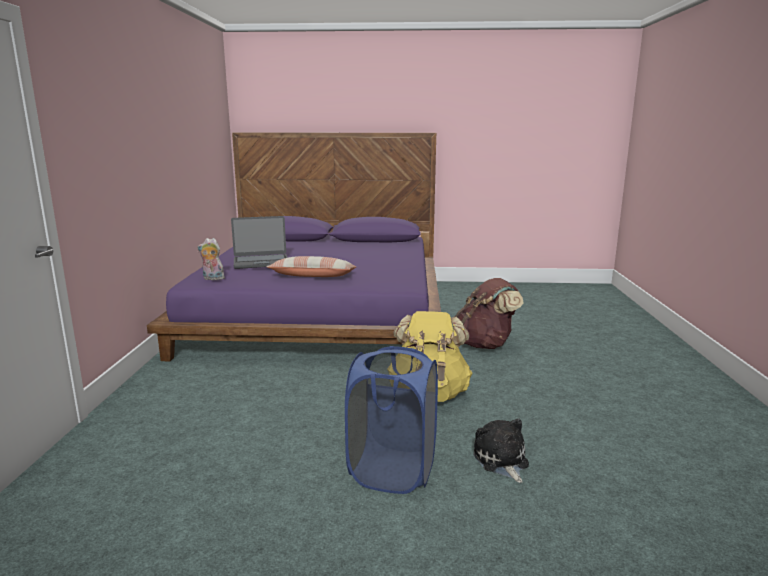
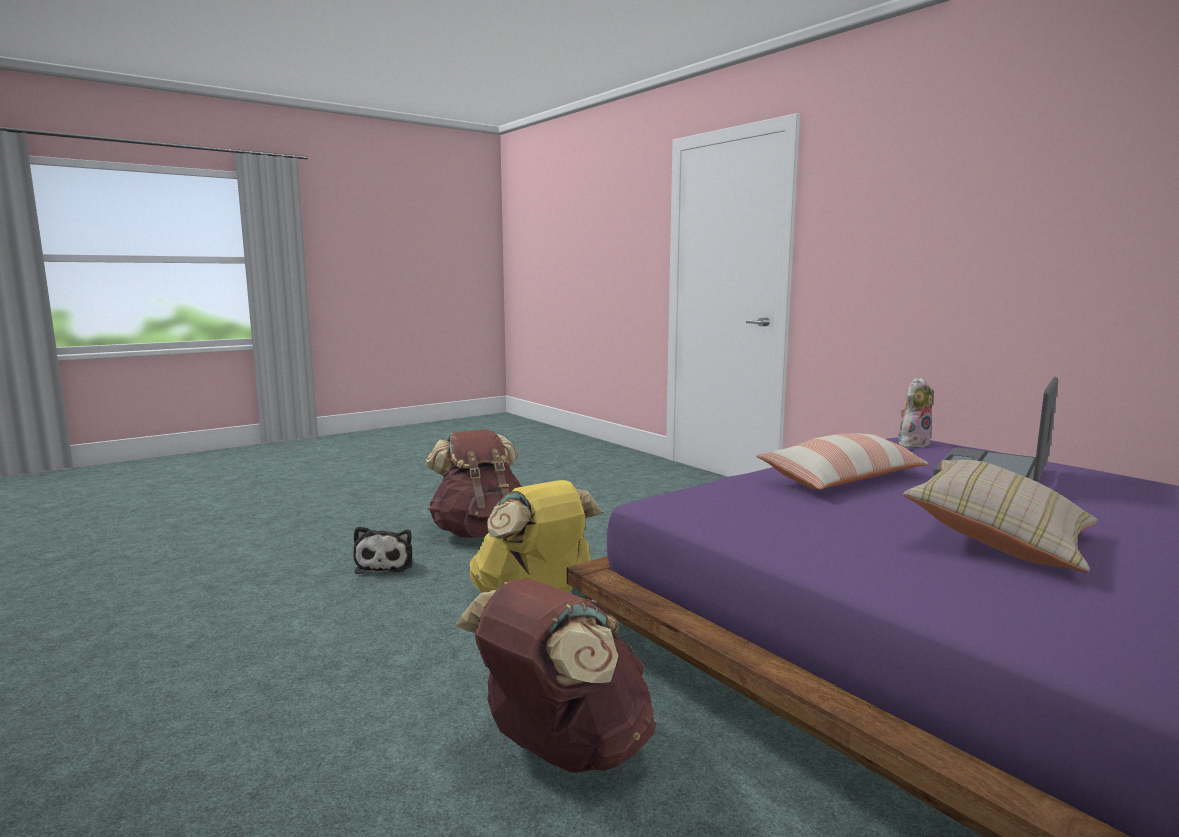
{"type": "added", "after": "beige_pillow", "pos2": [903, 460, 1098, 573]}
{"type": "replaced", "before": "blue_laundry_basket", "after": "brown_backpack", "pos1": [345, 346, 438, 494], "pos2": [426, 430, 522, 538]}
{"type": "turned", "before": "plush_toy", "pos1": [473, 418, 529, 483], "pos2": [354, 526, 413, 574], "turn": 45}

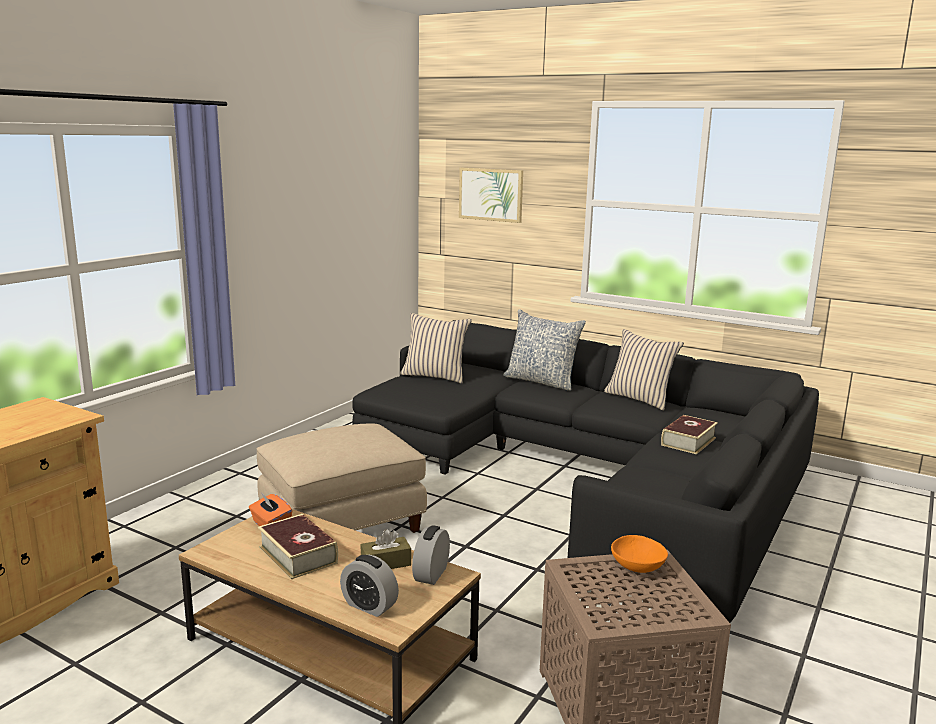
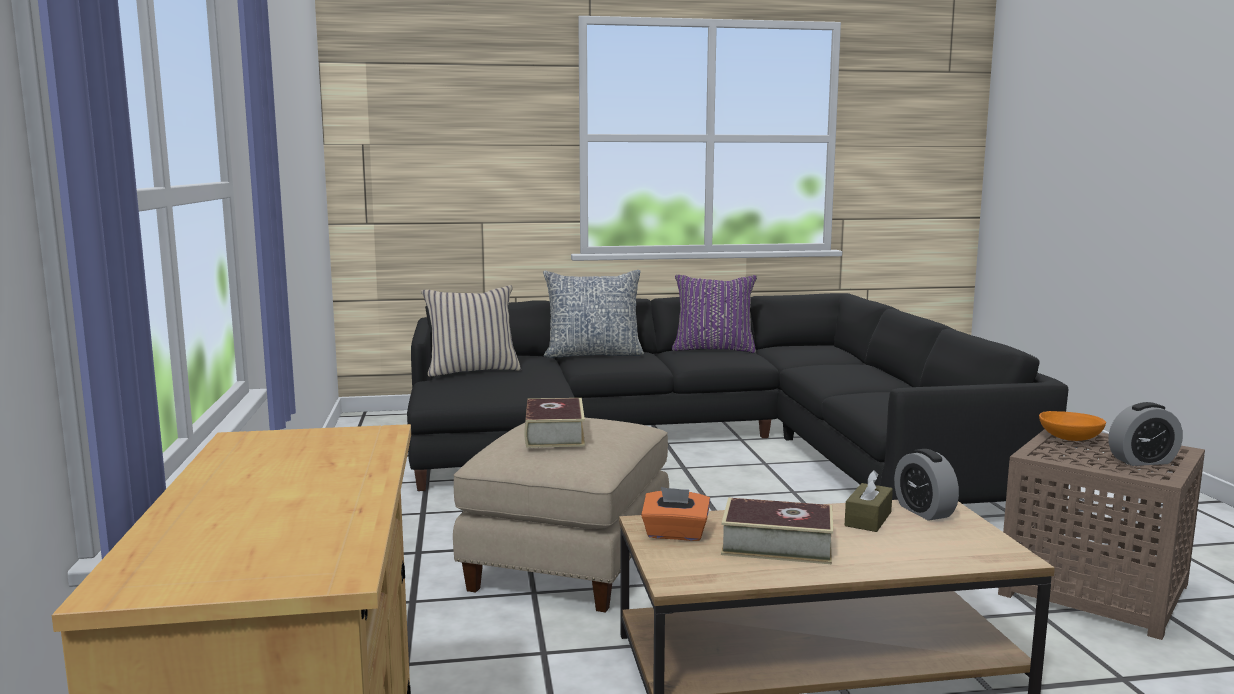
{"type": "removed", "before": "picture", "pos1": [459, 168, 523, 223]}
{"type": "moved", "before": "alarm_clock", "pos1": [340, 555, 399, 617], "pos2": [1108, 402, 1183, 466]}
{"type": "moved", "before": "book", "pos1": [661, 415, 718, 454], "pos2": [524, 398, 585, 448]}
{"type": "recoloured", "before": "beige_pillow", "after": "purple_pillow", "pos1": [604, 329, 684, 411], "pos2": [672, 275, 757, 353]}

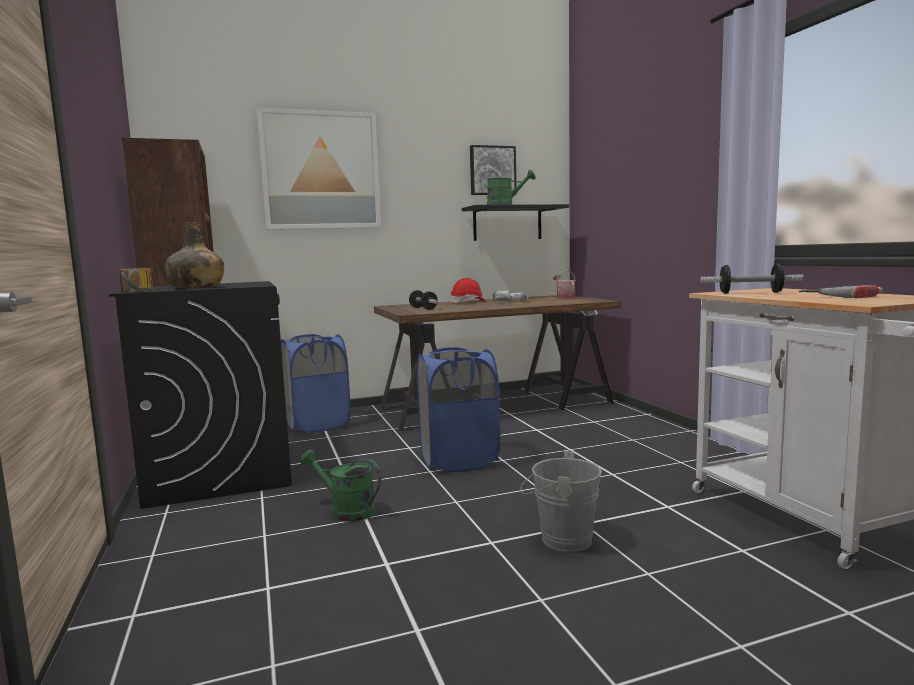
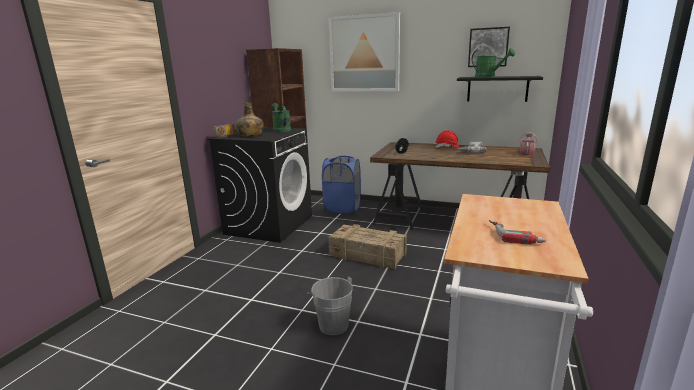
{"type": "removed", "before": "dumbbell", "pos1": [701, 264, 804, 294]}
{"type": "moved", "before": "green_watering_can", "pos1": [300, 449, 382, 522], "pos2": [271, 103, 291, 132]}
{"type": "replaced", "before": "blue_laundry_basket", "after": "crate", "pos1": [417, 347, 500, 472], "pos2": [328, 224, 407, 269]}

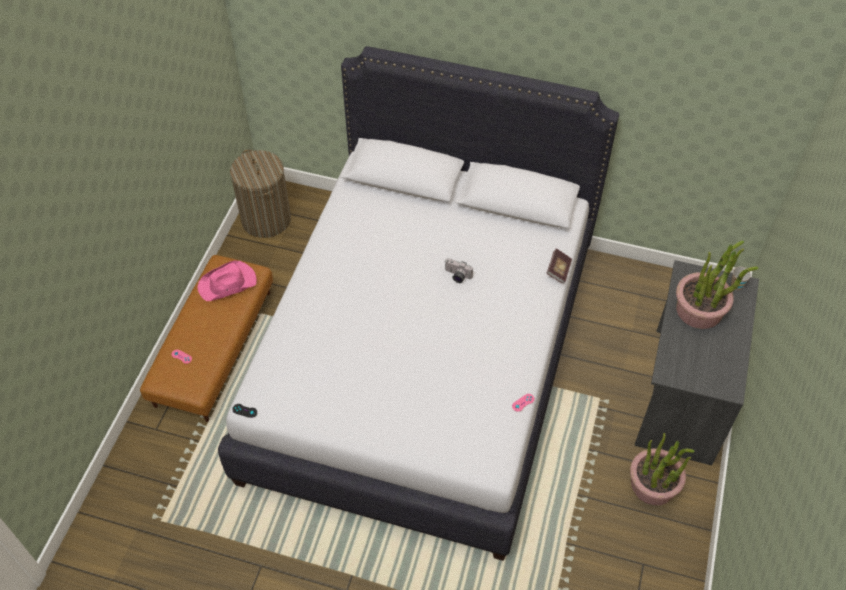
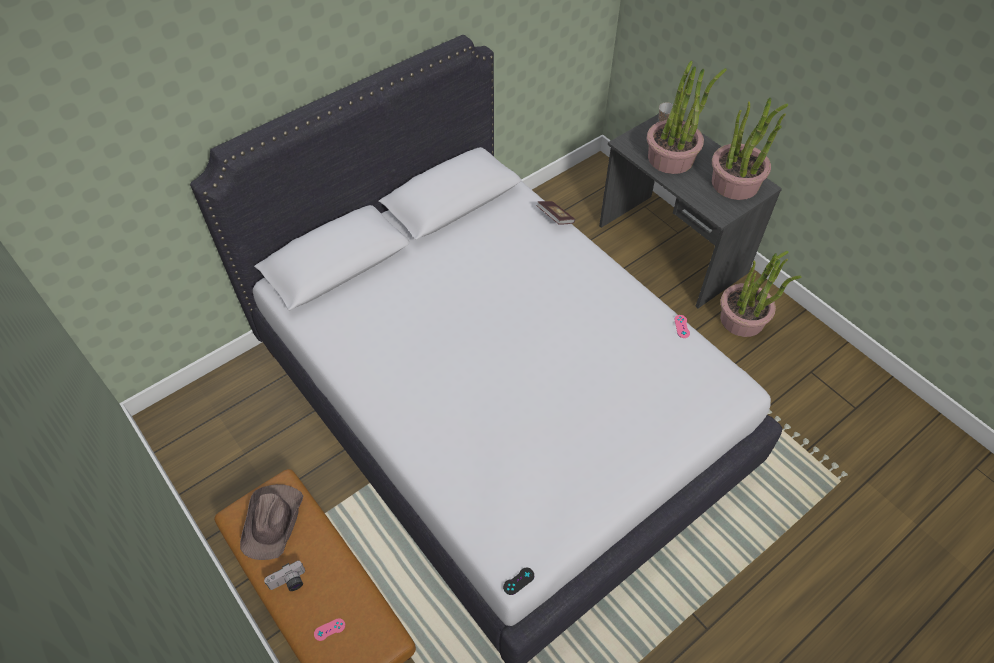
{"type": "removed", "before": "laundry_basket", "pos1": [230, 150, 291, 238]}
{"type": "added", "after": "potted_plant", "pos2": [712, 98, 788, 200]}
{"type": "moved", "before": "photo_camera", "pos1": [445, 258, 473, 283], "pos2": [264, 560, 305, 591]}
{"type": "recoloured", "before": "pink_hat", "after": "brown_hat", "pos1": [198, 261, 257, 301], "pos2": [240, 484, 303, 560]}

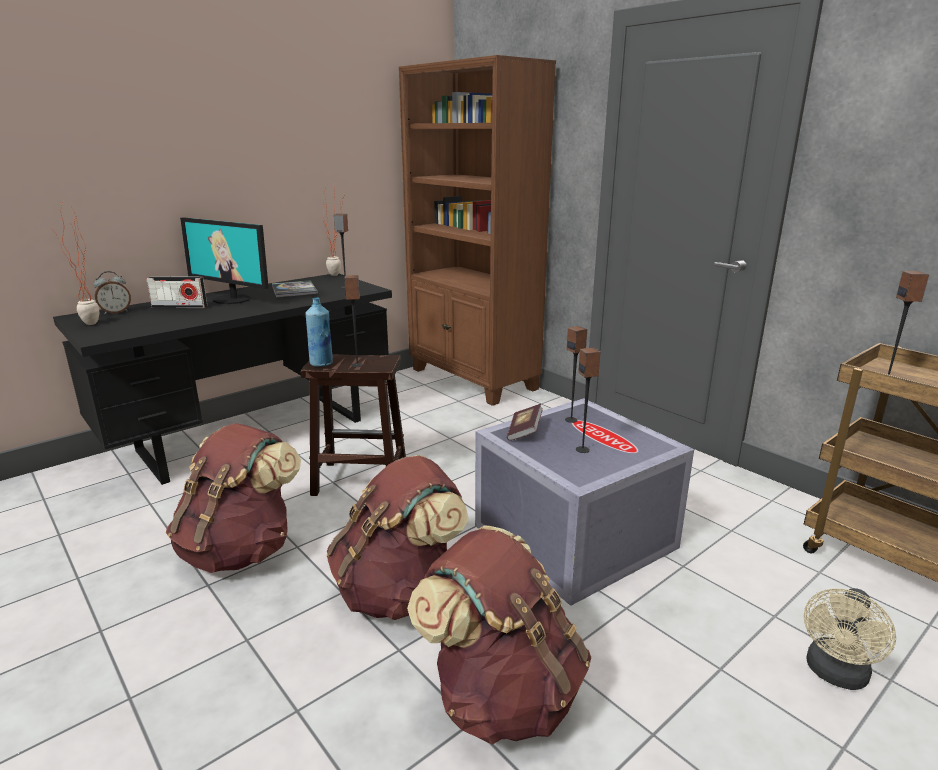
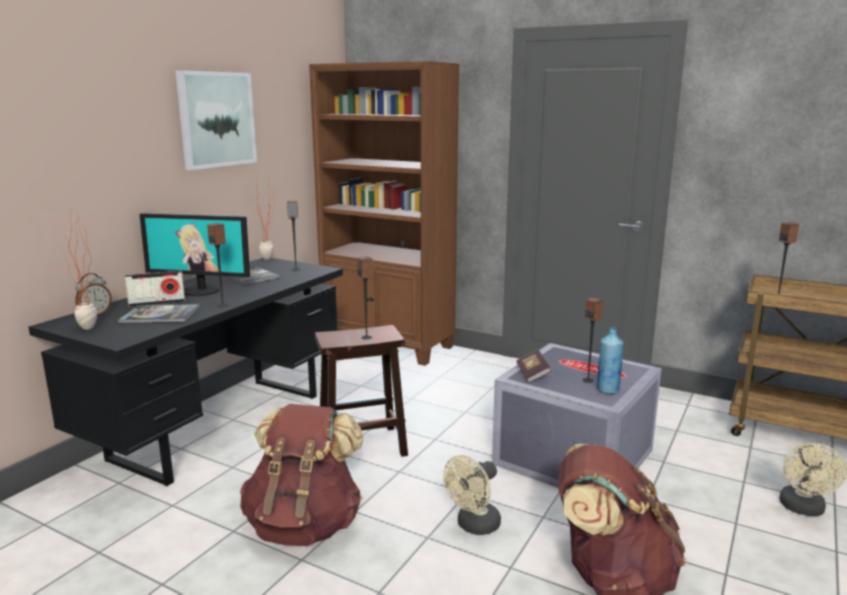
{"type": "added", "after": "book", "pos2": [118, 304, 200, 323]}
{"type": "added", "after": "picture", "pos2": [175, 70, 257, 170]}
{"type": "moved", "before": "blue_bottle", "pos1": [305, 298, 333, 367], "pos2": [597, 327, 624, 394]}
{"type": "moved", "before": "speaker", "pos1": [565, 326, 587, 423], "pos2": [207, 223, 228, 307]}
{"type": "replaced", "before": "brown_backpack", "after": "beige_fan", "pos1": [326, 455, 469, 620], "pos2": [443, 455, 501, 535]}

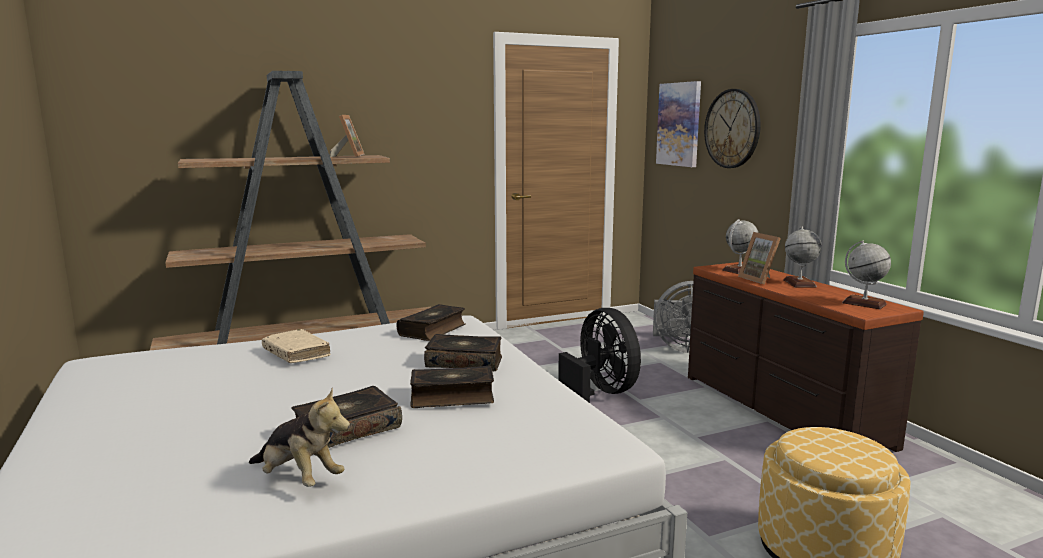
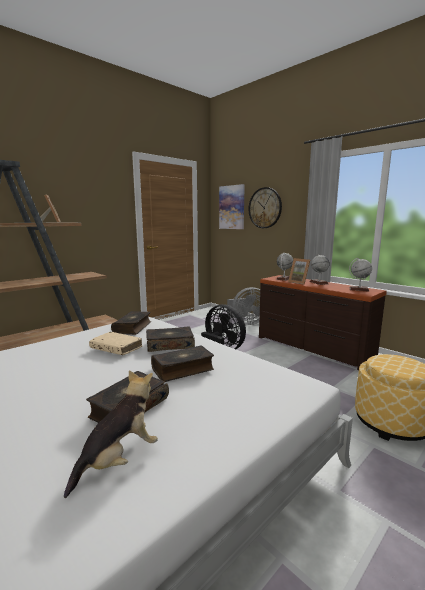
{"type": "moved", "before": "beige_book", "pos1": [262, 329, 331, 363], "pos2": [89, 332, 142, 355]}
{"type": "turned", "before": "plush_toy", "pos1": [249, 388, 350, 487], "pos2": [64, 370, 158, 498], "turn": -60}

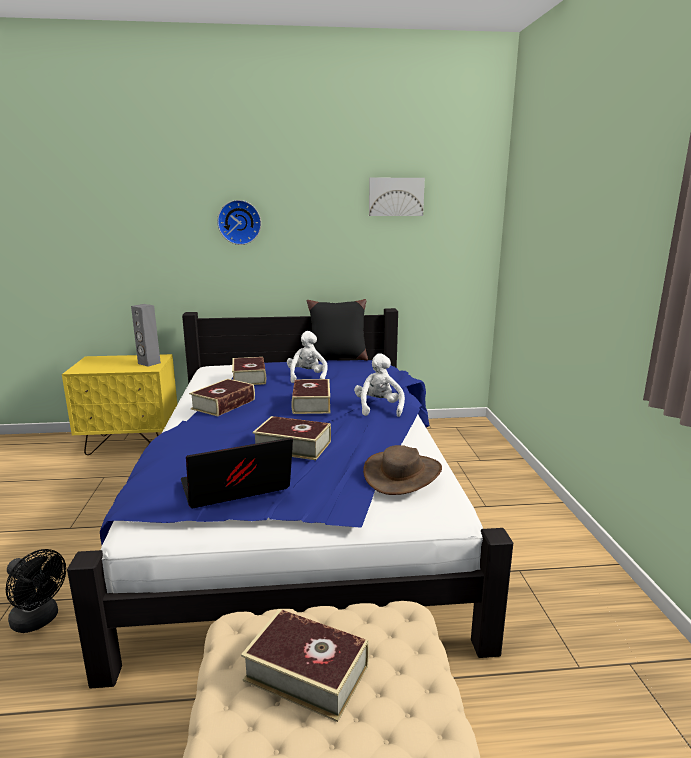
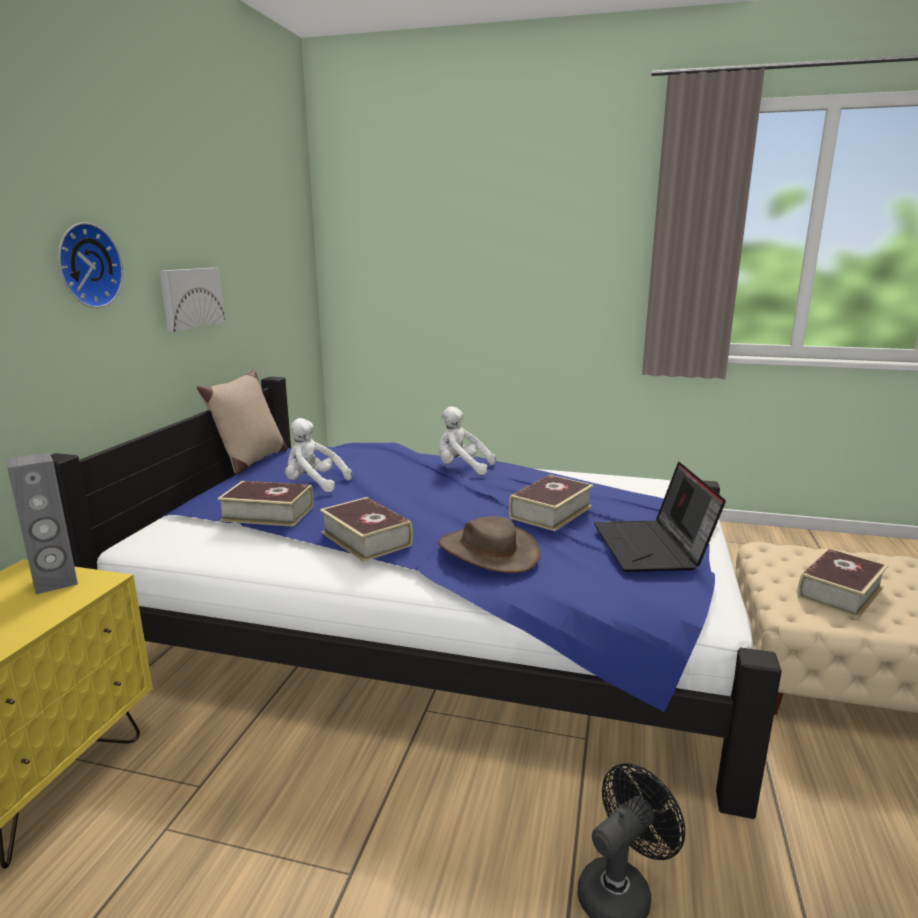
{"type": "removed", "before": "book", "pos1": [291, 379, 331, 414]}
{"type": "moved", "before": "brown_hat", "pos1": [363, 445, 442, 495], "pos2": [438, 516, 540, 573]}
{"type": "moved", "before": "picture", "pos1": [369, 178, 425, 216], "pos2": [160, 268, 225, 332]}
{"type": "recoloured", "before": "black_pillow", "after": "beige_pillow", "pos1": [307, 299, 368, 361], "pos2": [197, 370, 287, 474]}

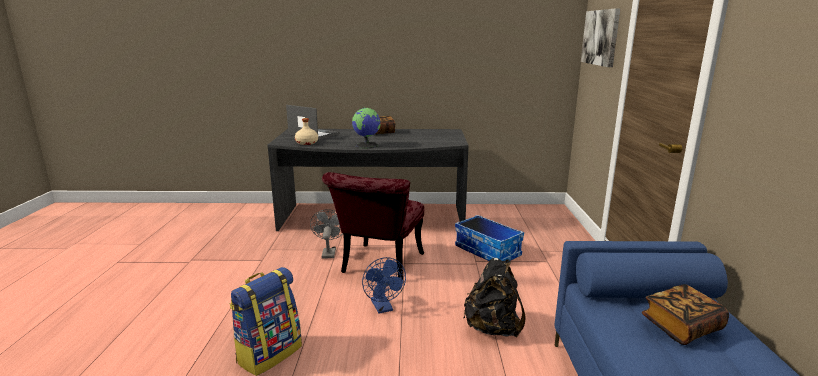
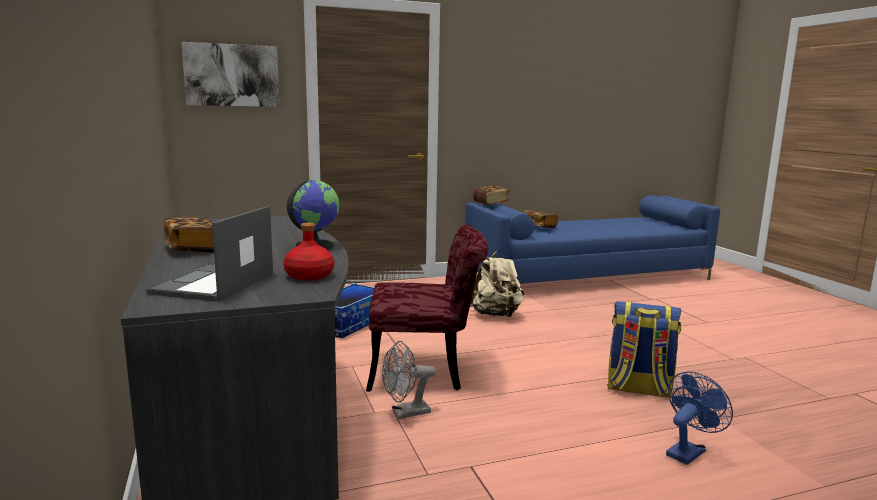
{"type": "added", "after": "book", "pos2": [473, 186, 510, 205]}
{"type": "moved", "before": "blue_fan", "pos1": [362, 257, 406, 314], "pos2": [666, 371, 733, 465]}
{"type": "recoloured", "before": "beige_bottle", "after": "red_bottle", "pos1": [295, 118, 318, 145], "pos2": [284, 223, 334, 281]}
{"type": "recoloured", "before": "black_backpack", "after": "beige_backpack", "pos1": [463, 258, 526, 337], "pos2": [470, 250, 524, 317]}

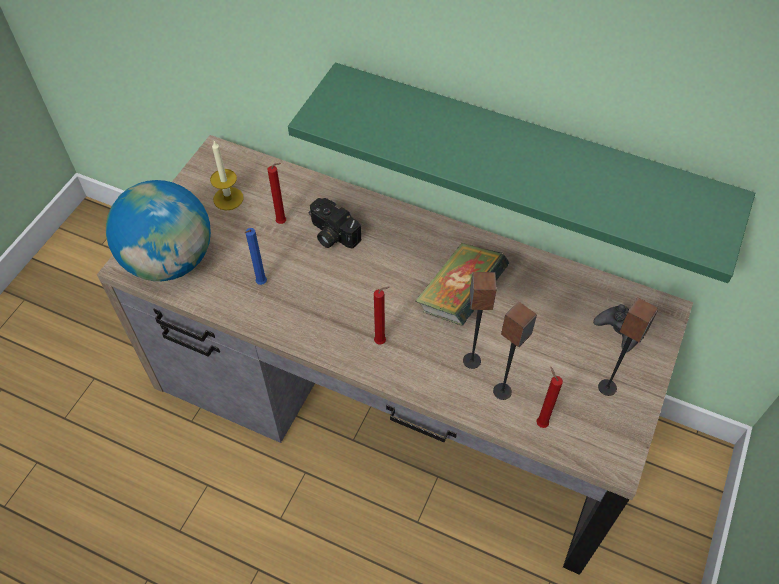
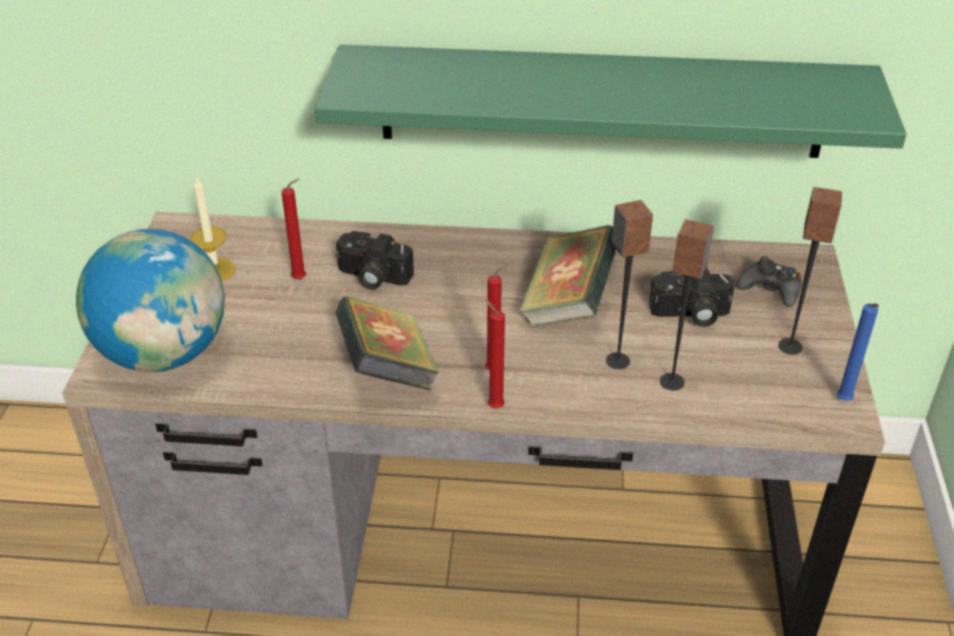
{"type": "added", "after": "book", "pos2": [335, 296, 440, 391]}
{"type": "added", "after": "photo_camera", "pos2": [649, 268, 734, 327]}
{"type": "moved", "before": "blue_candle", "pos1": [244, 228, 267, 285], "pos2": [837, 303, 879, 401]}
{"type": "moved", "before": "red_candle", "pos1": [536, 367, 563, 428], "pos2": [485, 299, 505, 408]}

